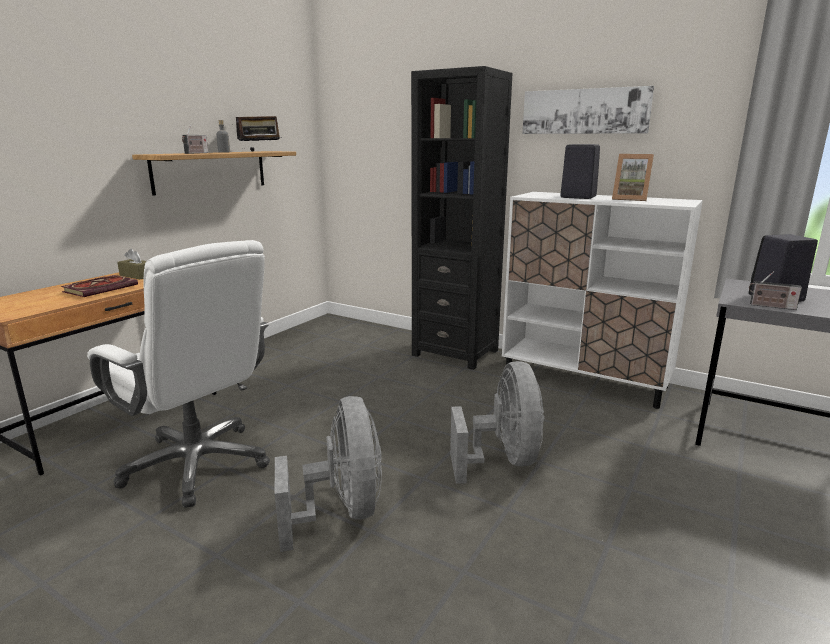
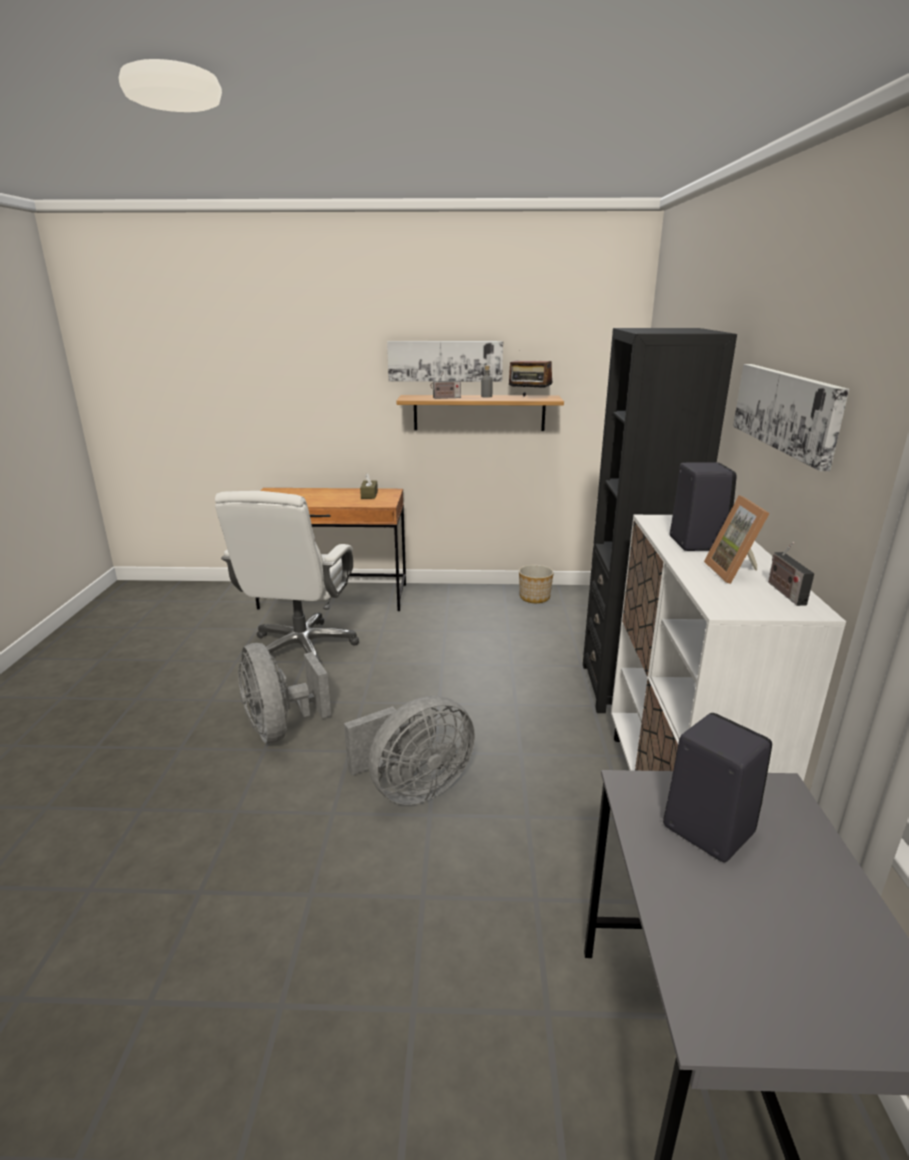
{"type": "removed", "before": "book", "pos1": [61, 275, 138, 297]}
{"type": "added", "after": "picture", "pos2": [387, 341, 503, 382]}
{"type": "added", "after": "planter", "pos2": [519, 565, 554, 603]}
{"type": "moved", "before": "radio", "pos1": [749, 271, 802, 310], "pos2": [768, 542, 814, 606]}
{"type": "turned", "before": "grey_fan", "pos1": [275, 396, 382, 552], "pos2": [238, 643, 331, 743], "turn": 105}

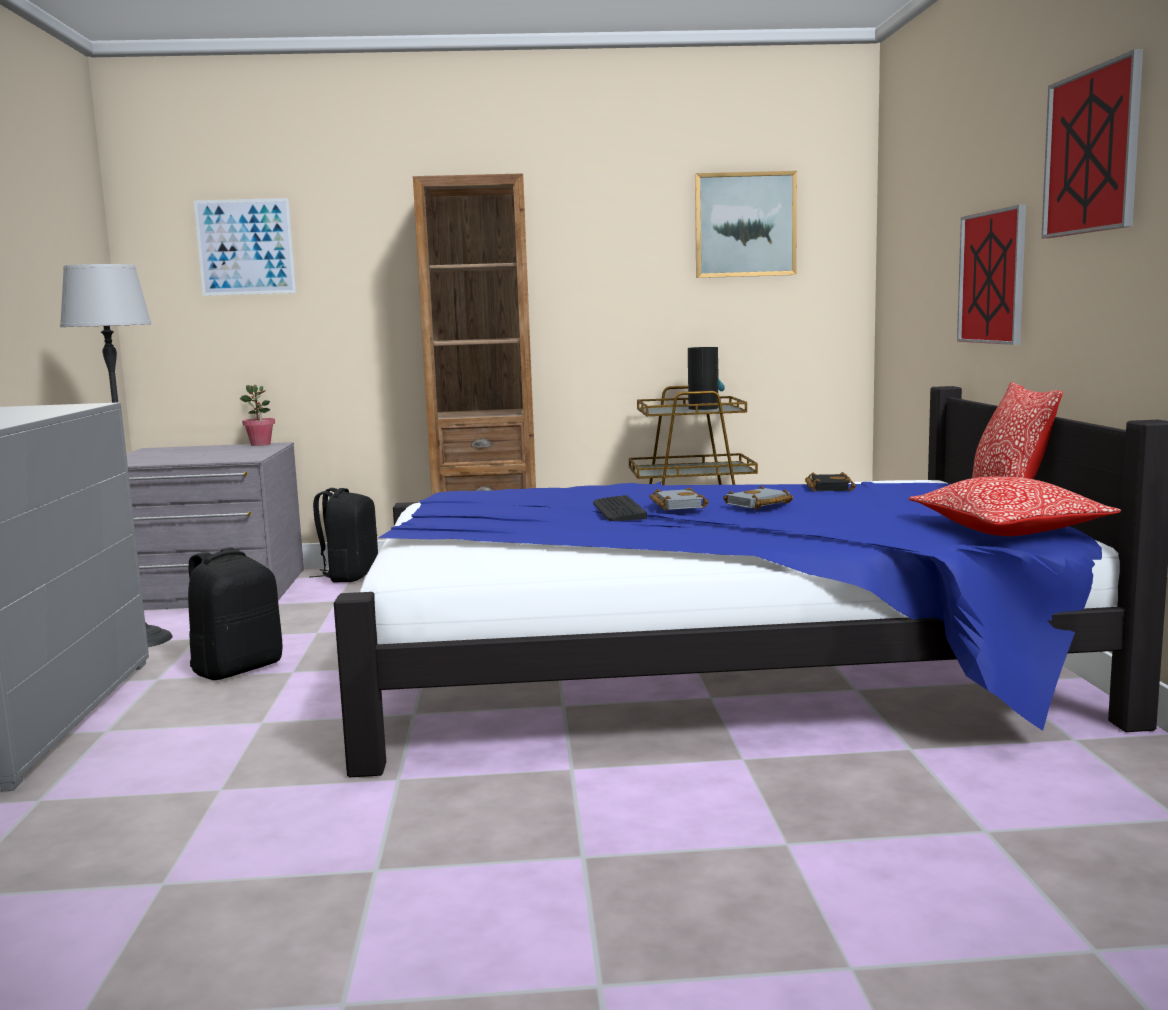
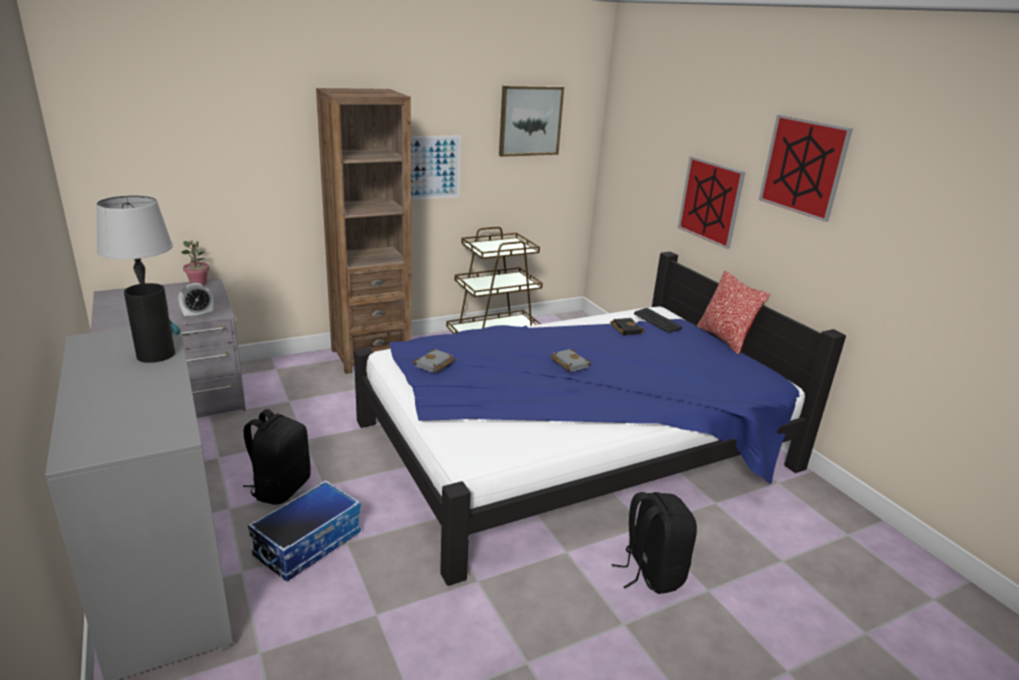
{"type": "removed", "before": "pillow", "pos1": [909, 477, 1121, 536]}
{"type": "added", "after": "alarm_clock", "pos2": [178, 283, 213, 319]}
{"type": "added", "after": "storage_box", "pos2": [248, 480, 361, 582]}
{"type": "moved", "before": "picture", "pos1": [194, 198, 296, 296], "pos2": [411, 135, 461, 200]}
{"type": "moved", "before": "black_backpack", "pos1": [309, 488, 378, 582], "pos2": [611, 492, 697, 594]}
{"type": "moved", "before": "keyboard", "pos1": [593, 495, 647, 521], "pos2": [634, 308, 682, 332]}
{"type": "moved", "before": "vase", "pos1": [688, 347, 725, 410], "pos2": [124, 283, 180, 363]}
{"type": "moved", "before": "grey_book", "pos1": [723, 486, 793, 509], "pos2": [413, 349, 455, 373]}

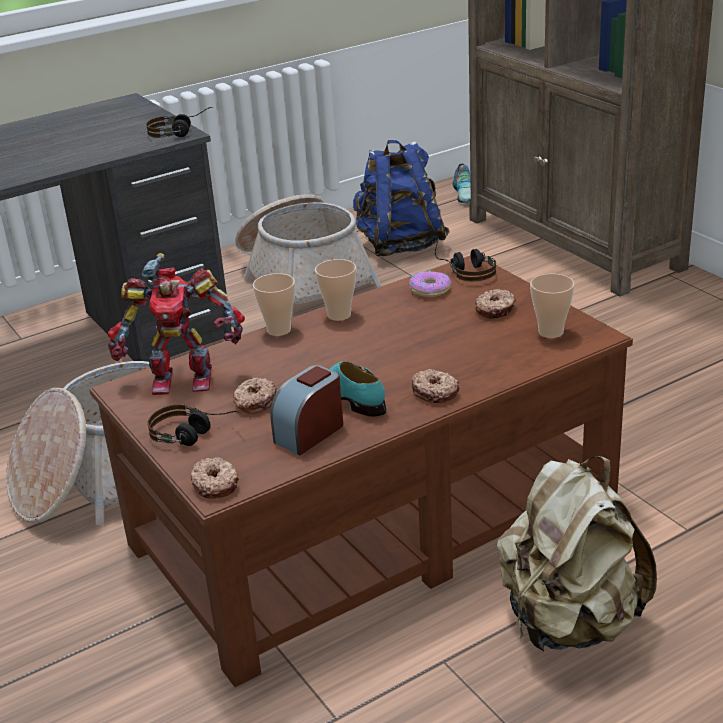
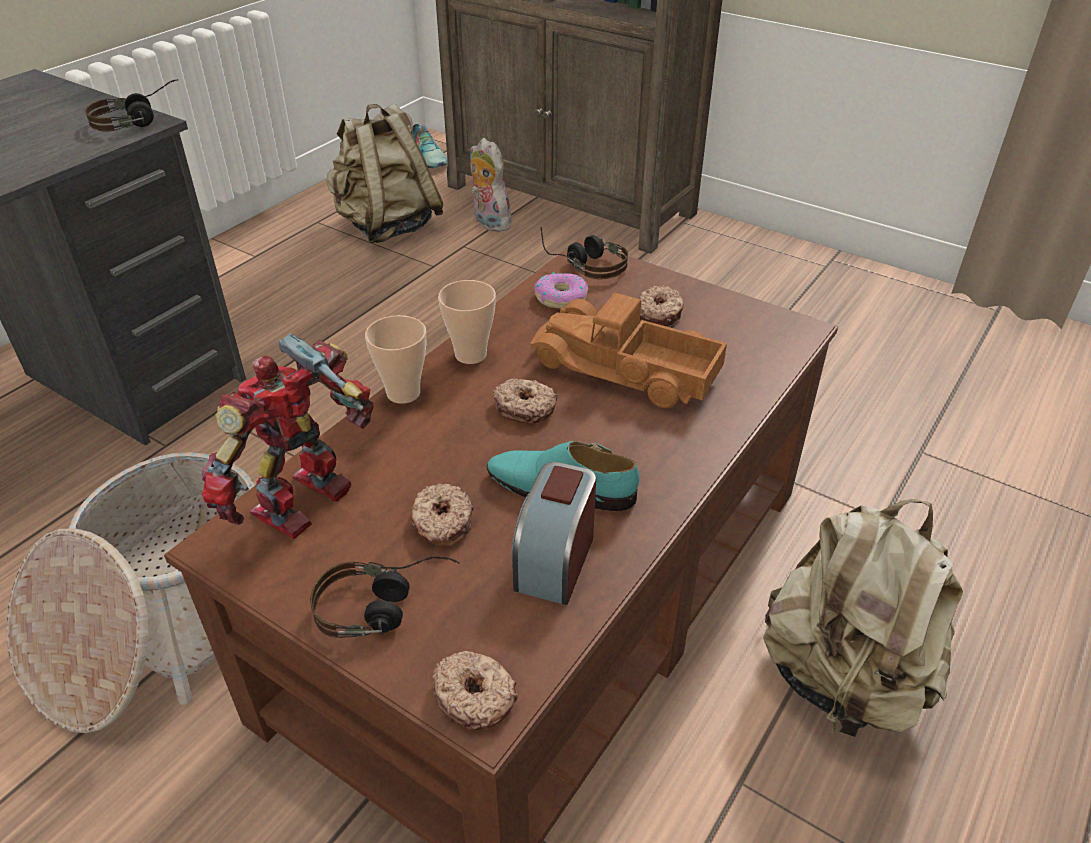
{"type": "removed", "before": "basket", "pos1": [235, 194, 382, 318]}
{"type": "removed", "before": "cup", "pos1": [530, 273, 575, 338]}
{"type": "added", "after": "plush_toy", "pos2": [470, 138, 511, 232]}
{"type": "added", "after": "toy_truck", "pos2": [530, 293, 727, 408]}
{"type": "moved", "before": "donut", "pos1": [412, 369, 460, 403], "pos2": [493, 379, 558, 424]}
{"type": "recoloured", "before": "blue_backpack", "after": "beige_backpack", "pos1": [353, 140, 450, 257], "pos2": [326, 103, 444, 244]}
{"type": "turned", "before": "toy_robot", "pos1": [108, 253, 245, 395], "pos2": [202, 333, 374, 539], "turn": 150}

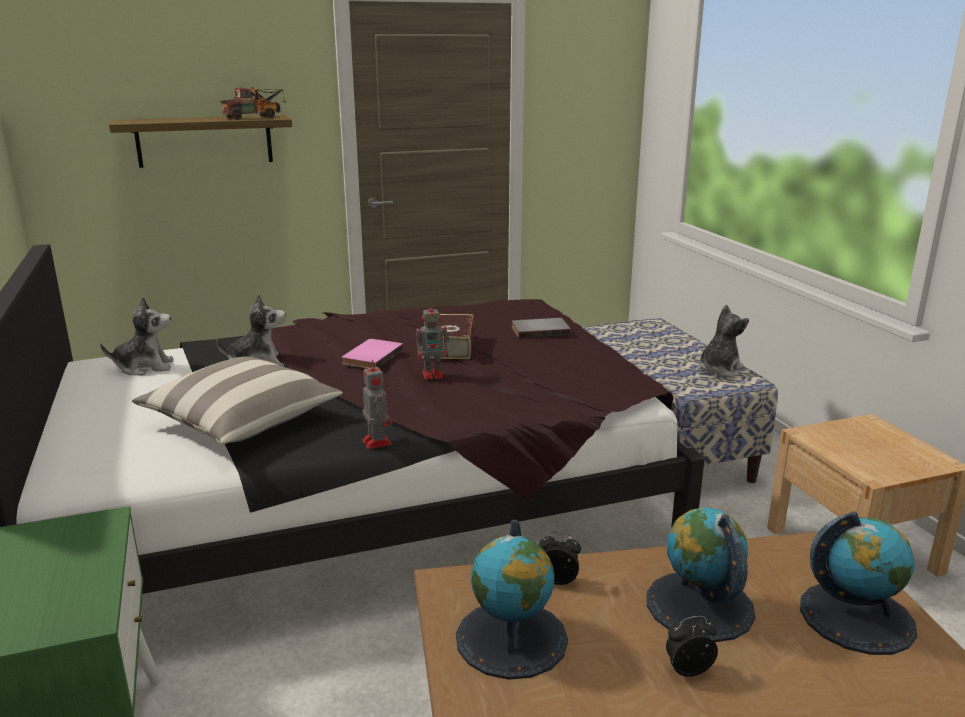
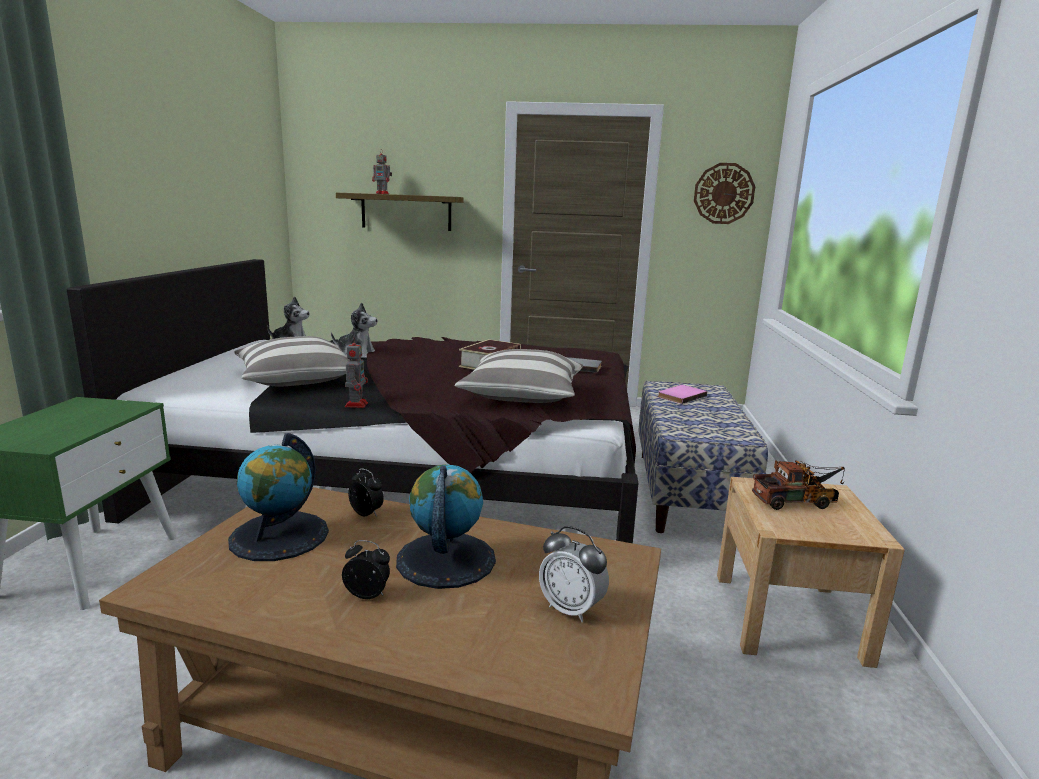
{"type": "removed", "before": "plush_toy", "pos1": [697, 305, 749, 378]}
{"type": "added", "after": "pillow", "pos2": [455, 349, 583, 403]}
{"type": "added", "after": "wall_clock", "pos2": [694, 163, 755, 224]}
{"type": "moved", "before": "toy_truck", "pos1": [221, 87, 286, 120], "pos2": [752, 460, 845, 510]}
{"type": "moved", "before": "pink_book", "pos1": [342, 339, 404, 368], "pos2": [658, 385, 707, 404]}
{"type": "moved", "before": "toy_robot", "pos1": [416, 302, 449, 379], "pos2": [372, 149, 392, 194]}
{"type": "replaced", "before": "globe", "after": "alarm_clock", "pos1": [800, 511, 917, 655], "pos2": [539, 526, 609, 622]}

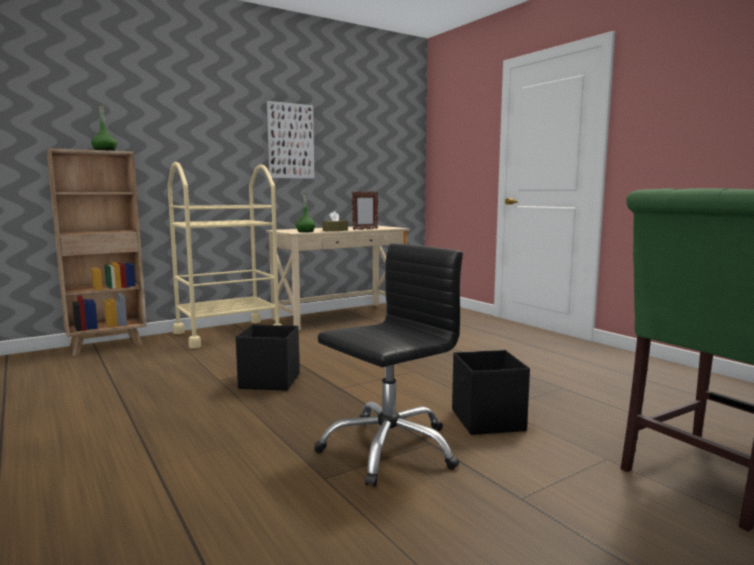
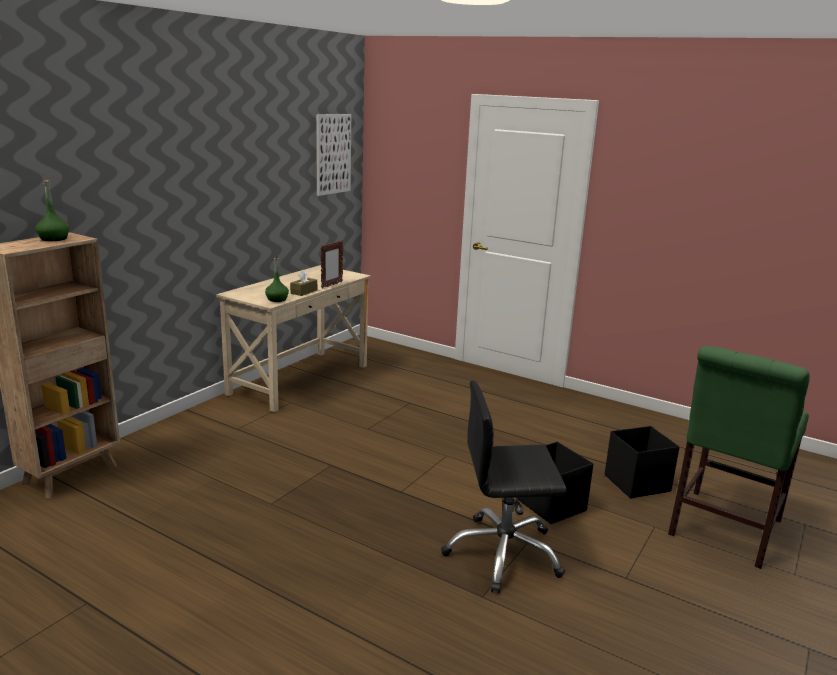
{"type": "removed", "before": "beige_cart", "pos1": [168, 162, 282, 348]}
{"type": "moved", "before": "black_storage_box", "pos1": [236, 325, 300, 391], "pos2": [605, 426, 680, 498]}
{"type": "moved", "before": "picture", "pos1": [267, 101, 314, 179], "pos2": [316, 114, 351, 196]}
{"type": "turned", "before": "black_office_chair", "pos1": [314, 243, 463, 487], "pos2": [441, 380, 568, 593], "turn": -120}

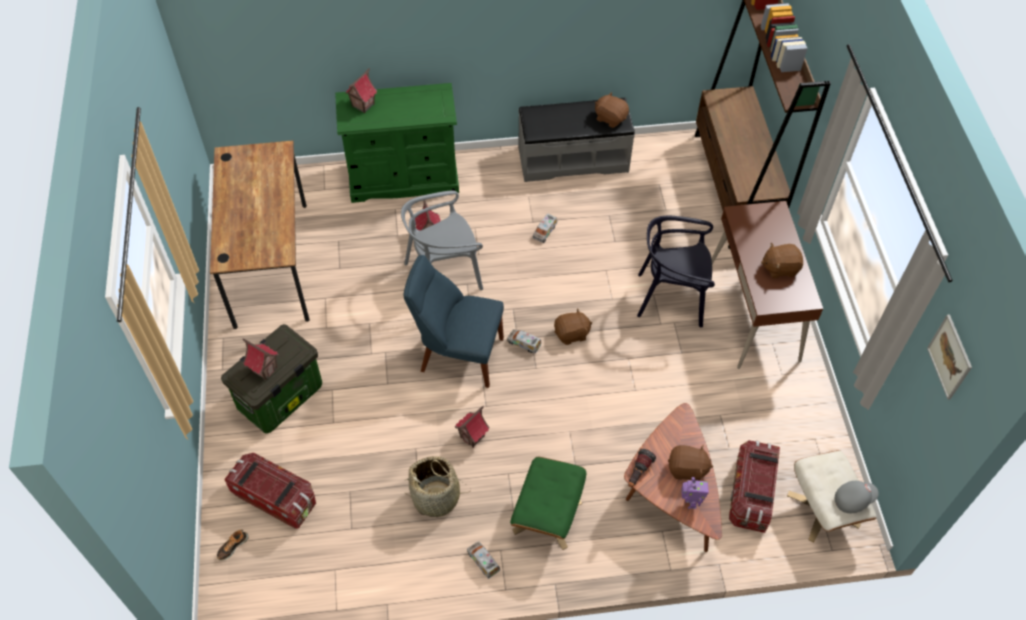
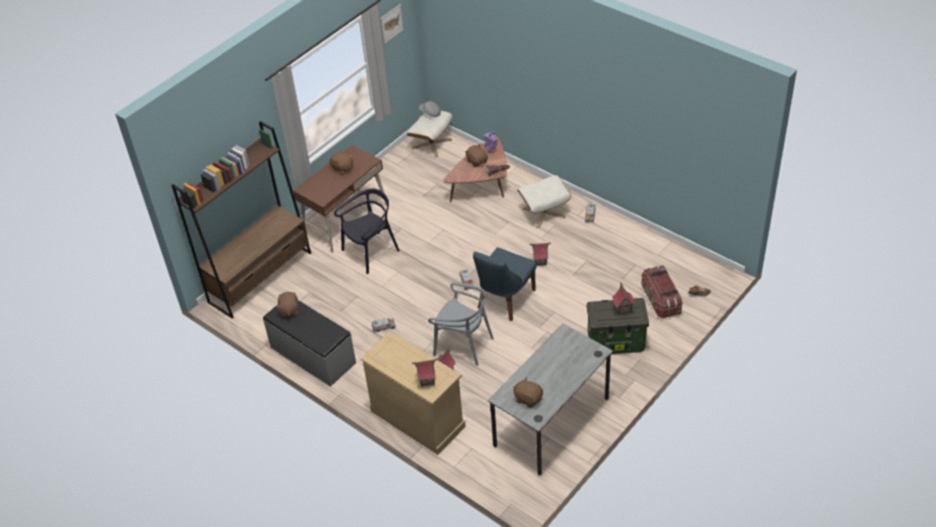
{"type": "removed", "before": "basket", "pos1": [406, 456, 470, 517]}
{"type": "removed", "before": "storage_box", "pos1": [729, 440, 780, 533]}
{"type": "moved", "before": "brown_plush_toy", "pos1": [554, 309, 592, 345], "pos2": [513, 377, 543, 408]}
{"type": "recoloured", "before": "brown_desk", "after": "grey_desk", "pos1": [210, 141, 310, 329], "pos2": [488, 323, 613, 476]}
{"type": "recoloured", "before": "green_dresser", "after": "beige_dresser", "pos1": [335, 83, 459, 203], "pos2": [361, 332, 466, 455]}
{"type": "recoloured", "before": "green_ottoman", "after": "beige_ottoman", "pos1": [510, 456, 586, 550], "pos2": [517, 175, 571, 228]}
{"type": "turned", "before": "blue_chair", "pos1": [403, 255, 504, 388], "pos2": [473, 248, 536, 321], "turn": 60}
{"type": "turned", "before": "black_chair", "pos1": [637, 216, 715, 327], "pos2": [334, 189, 400, 274], "turn": -90}

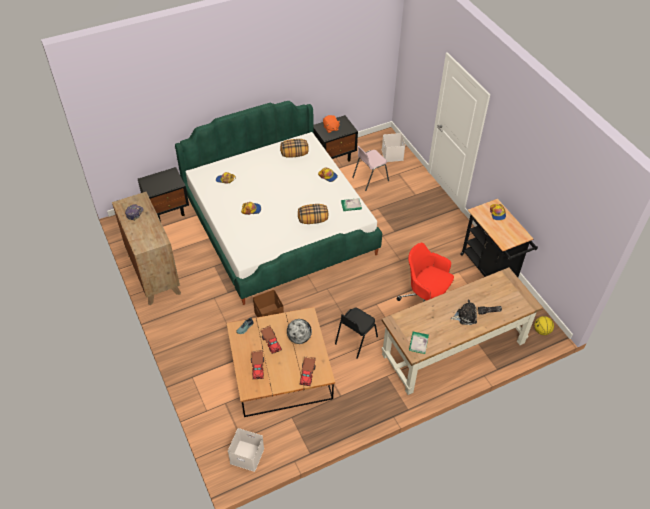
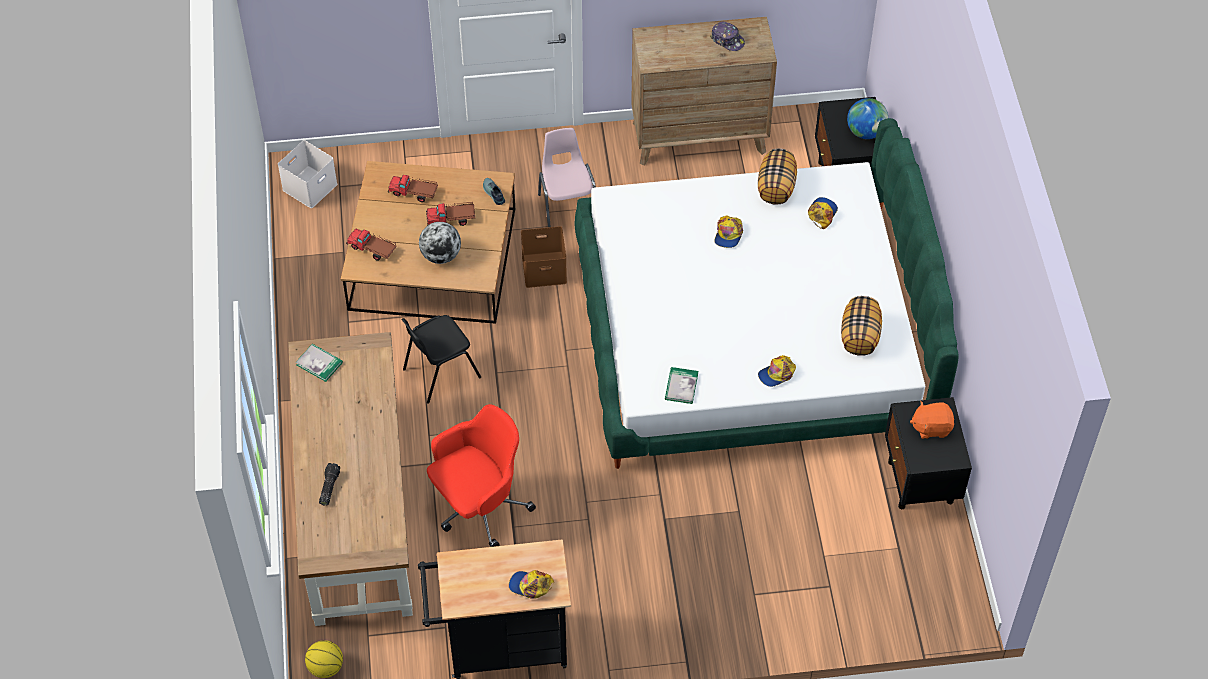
{"type": "removed", "before": "white_storage_box", "pos1": [382, 133, 405, 162]}
{"type": "removed", "before": "plush_toy", "pos1": [450, 300, 477, 325]}
{"type": "added", "after": "globe", "pos2": [847, 98, 888, 139]}
{"type": "moved", "before": "pillow", "pos1": [298, 204, 328, 224], "pos2": [758, 148, 797, 204]}
{"type": "moved", "before": "pink_chair", "pos1": [352, 146, 389, 191], "pos2": [538, 128, 596, 227]}
{"type": "turned", "before": "black_chair", "pos1": [335, 307, 378, 359], "pos2": [401, 315, 481, 404], "turn": -90}

